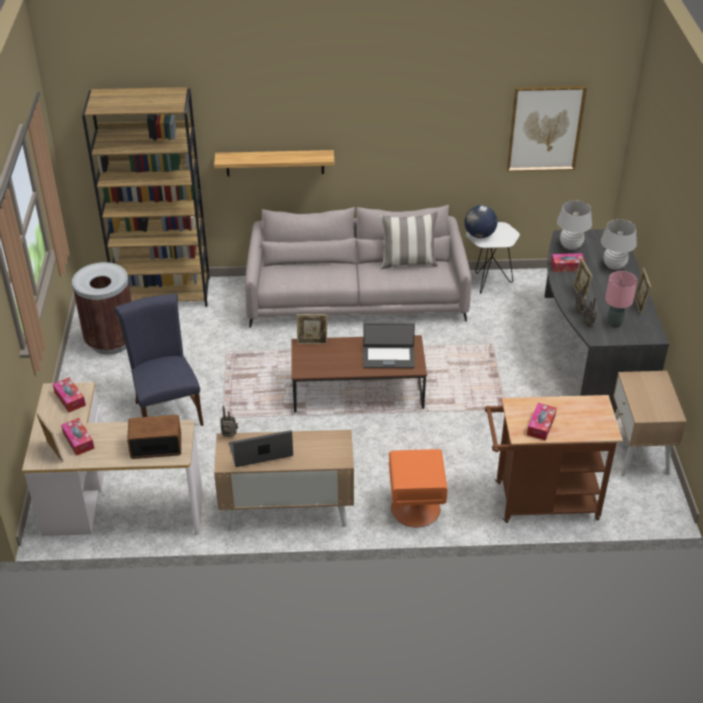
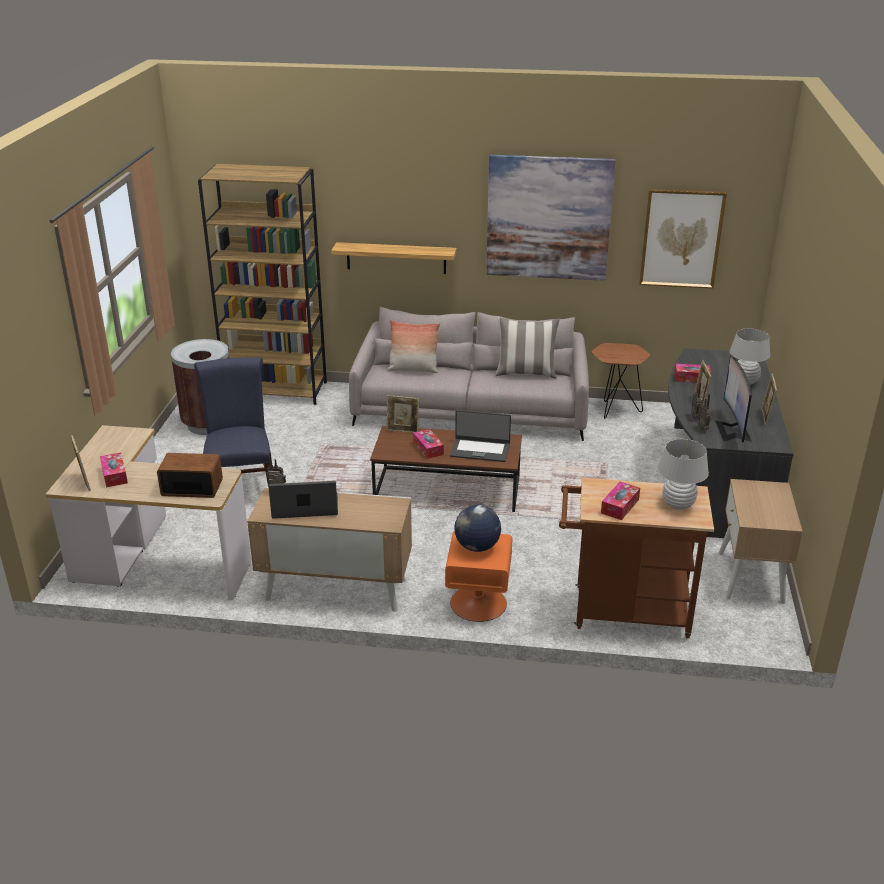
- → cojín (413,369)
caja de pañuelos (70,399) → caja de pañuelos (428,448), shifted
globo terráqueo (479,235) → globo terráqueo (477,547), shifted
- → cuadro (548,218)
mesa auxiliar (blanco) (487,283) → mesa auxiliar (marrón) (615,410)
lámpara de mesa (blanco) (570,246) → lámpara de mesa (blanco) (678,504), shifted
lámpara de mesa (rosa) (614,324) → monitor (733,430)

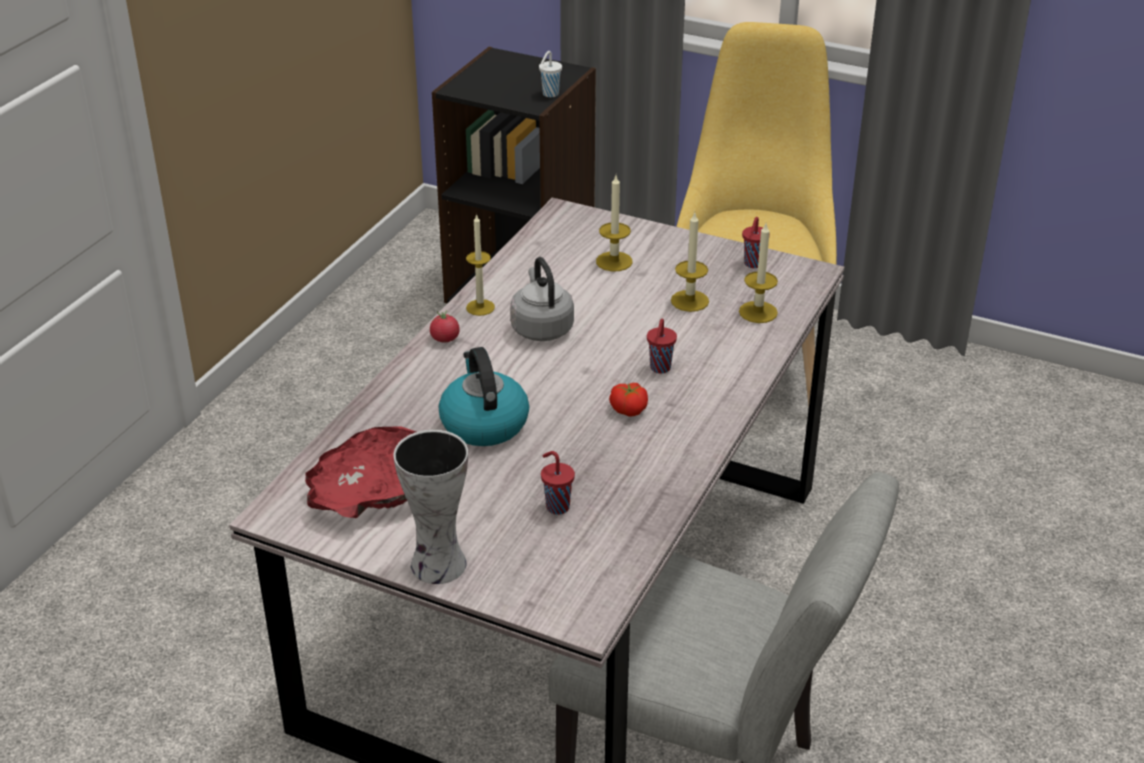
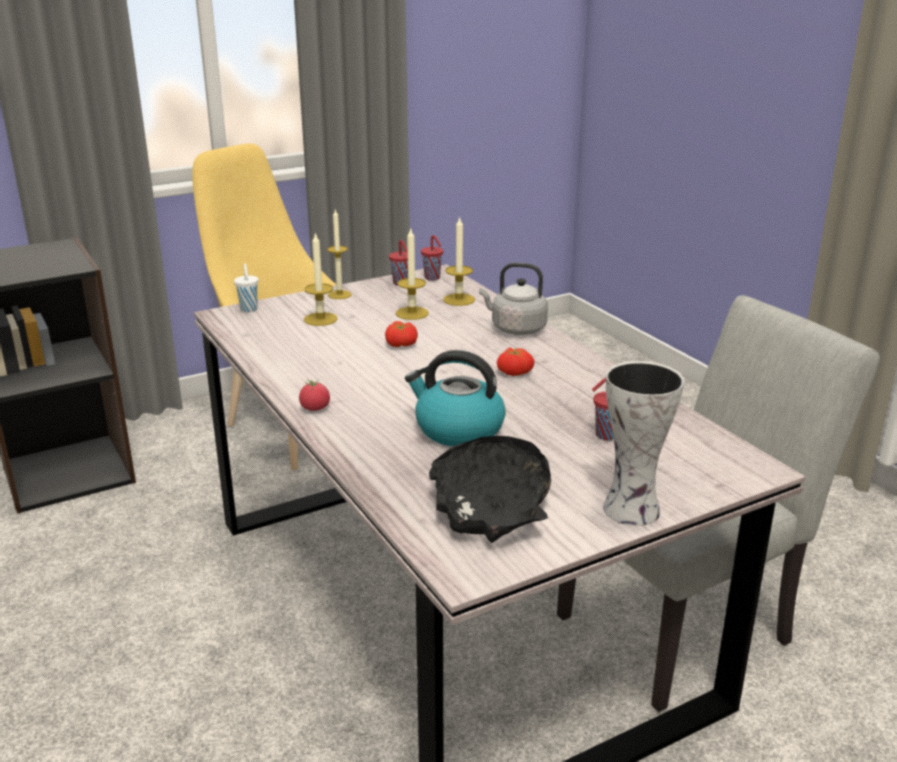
taza (blanco) (550,94) → taza (blanco) (249,309), shifted
vela (480,307) → vela (339,294), shifted
- → tomate (400,345)
taza (rojo) (660,368) → taza (rojo) (433,278), shifted
cuenco (rojo) (374,490) → cuenco (negro) (492,507)
hervidor (gris) (541,327) → hervidor (gris) (515,328), shifted

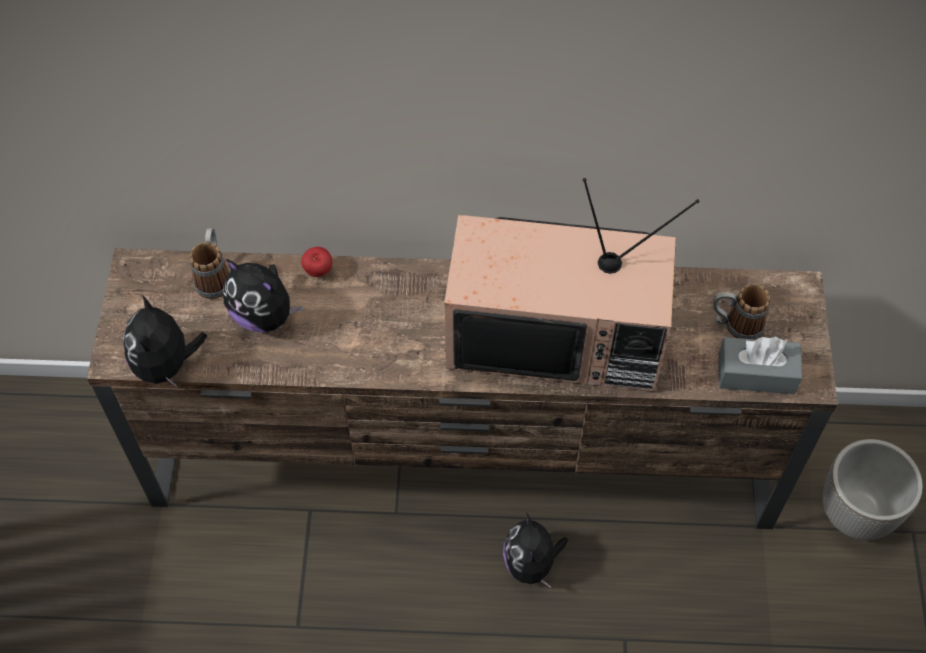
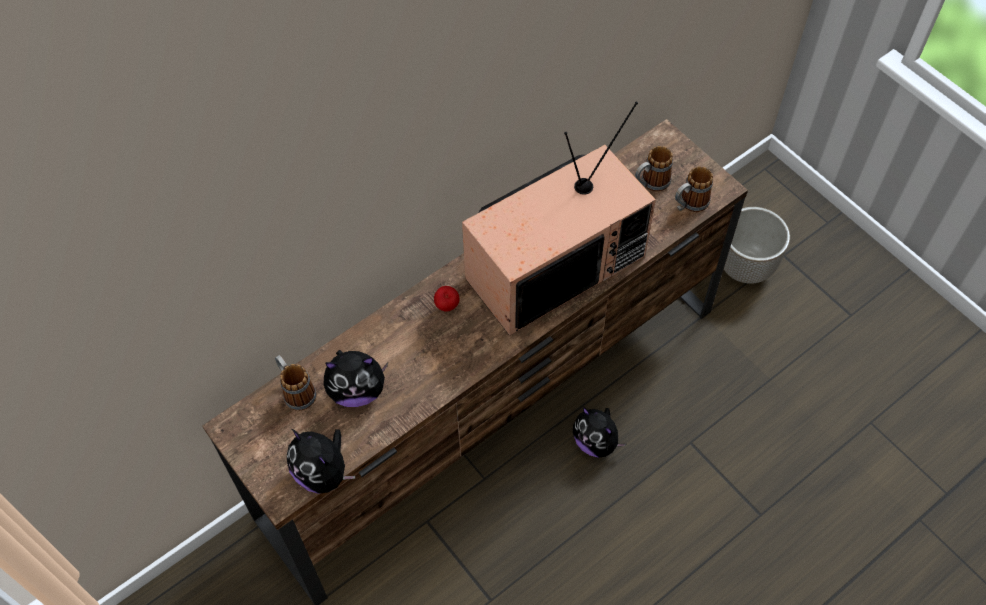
manzana (318,272) → manzana (447,306), shifted
caja de pañuelos (gris) (756,374) → taza grande (689,204)

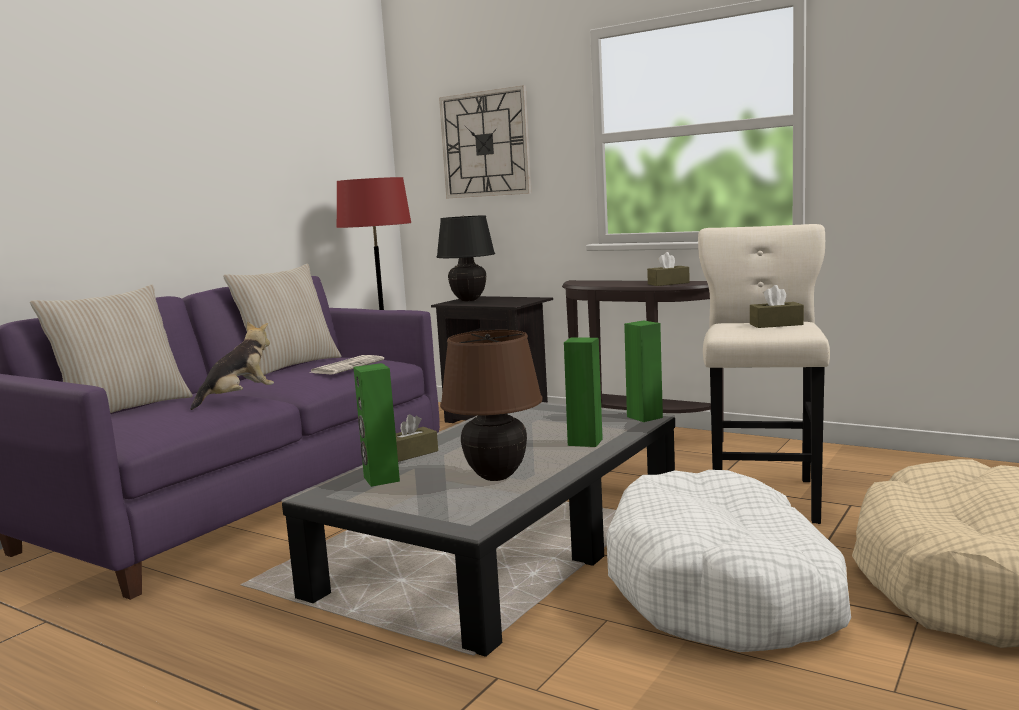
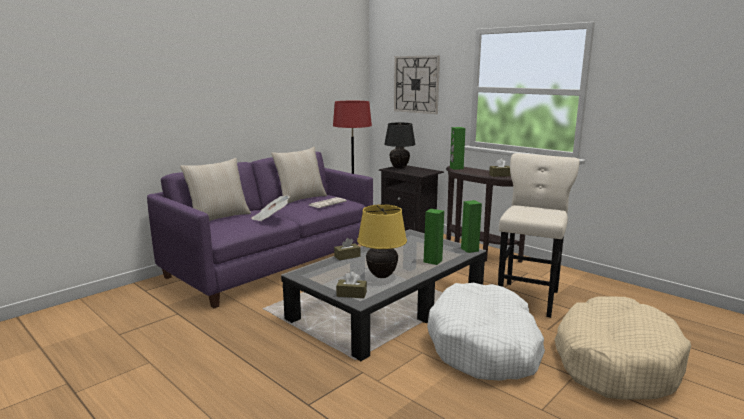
peluche (238,398) → periódico (271,218)
caja de pañuelos (marrón) (776,324) → caja de pañuelos (marrón) (351,294), shifted
lámpara de mesa (marrón) (496,476) → lámpara de mesa (amarillo) (382,275)
altavoz (verde) (381,479) → altavoz (verde) (456,168), shifted

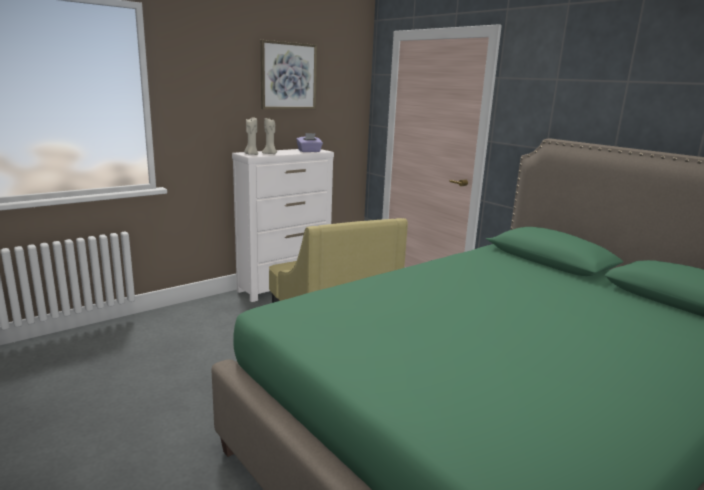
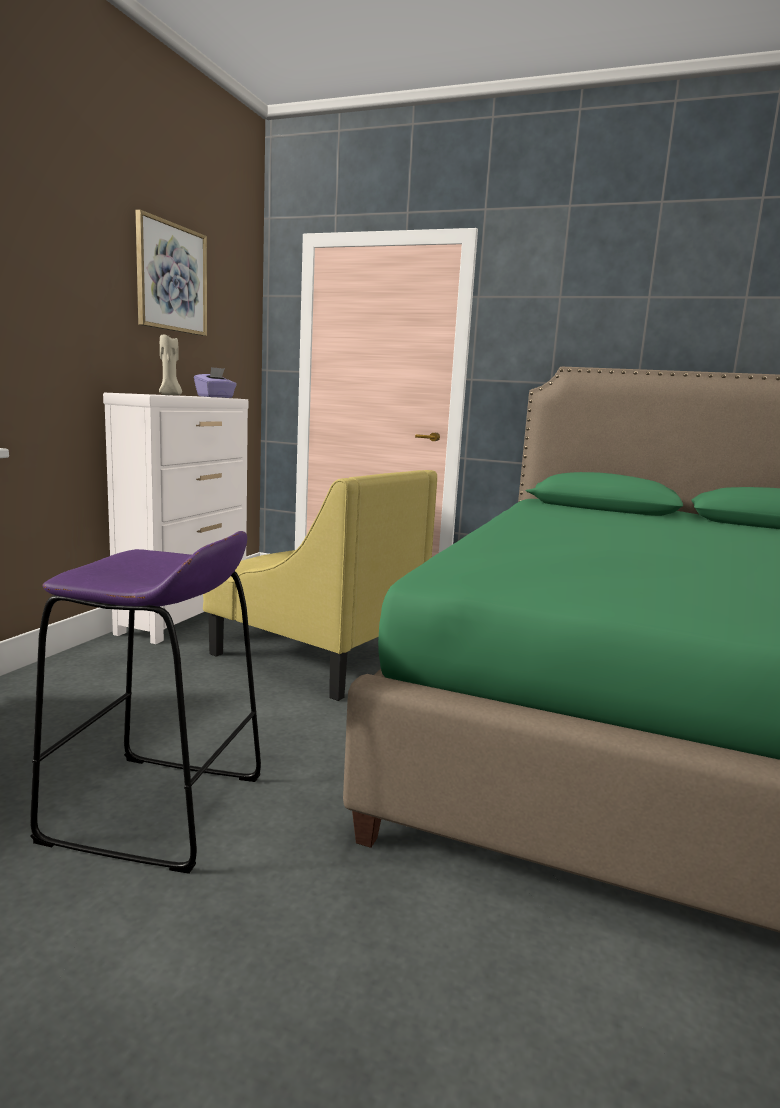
- → taburete (morado) (156,809)
vela (beis) (251,154) → -

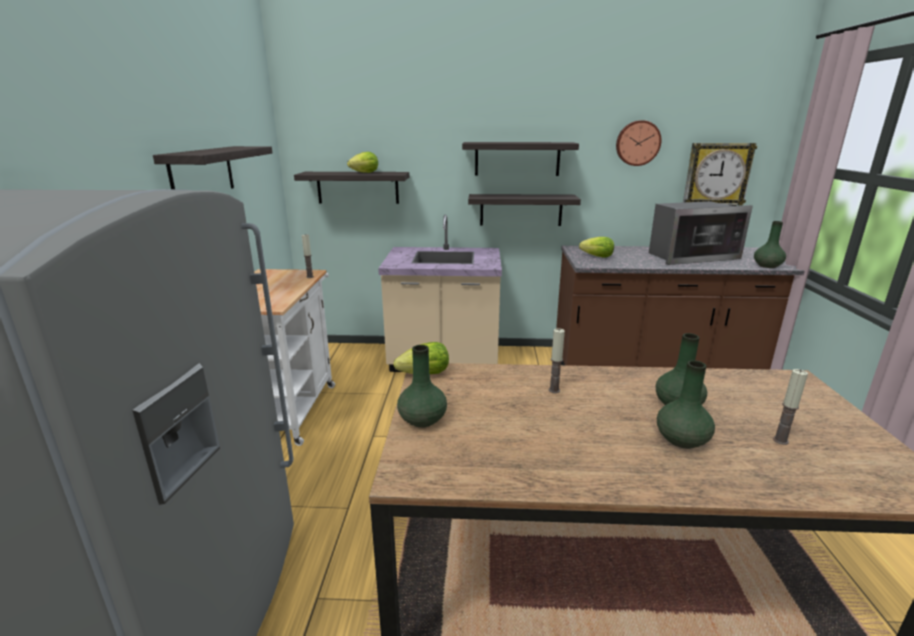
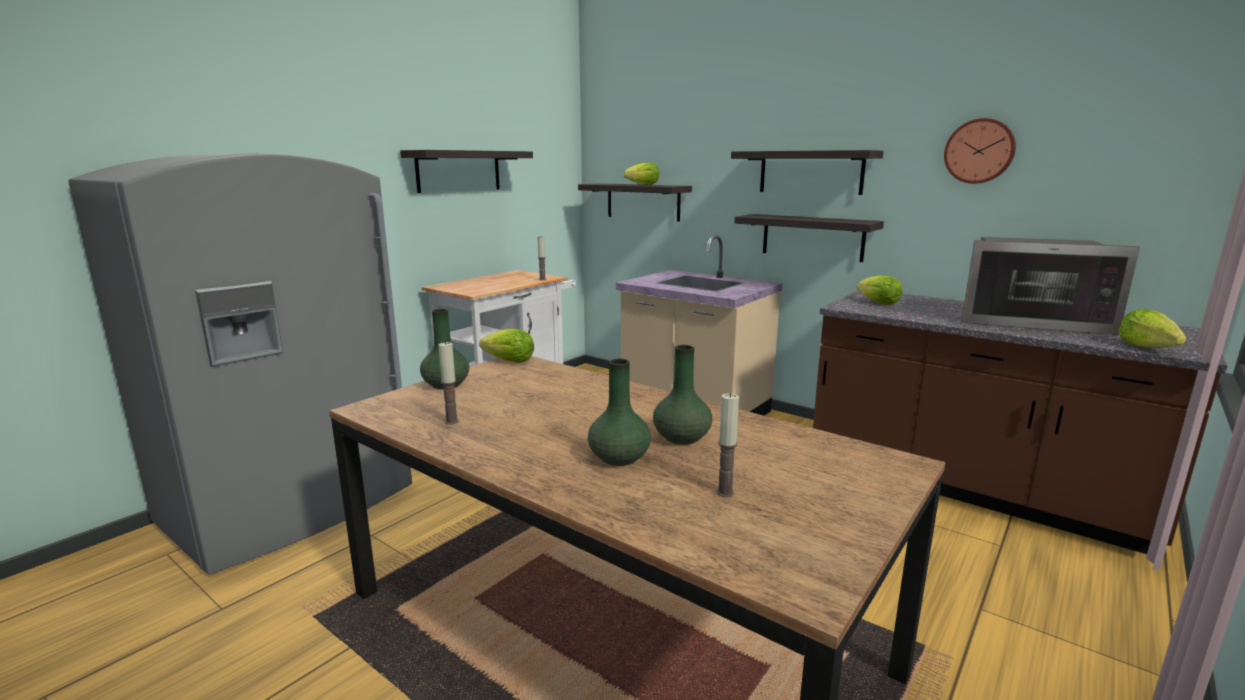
vela (554,390) → vela (451,421), shifted
florero (verde) (767,266) → lechuga (1146,348)
reloj de pared (716,178) → -

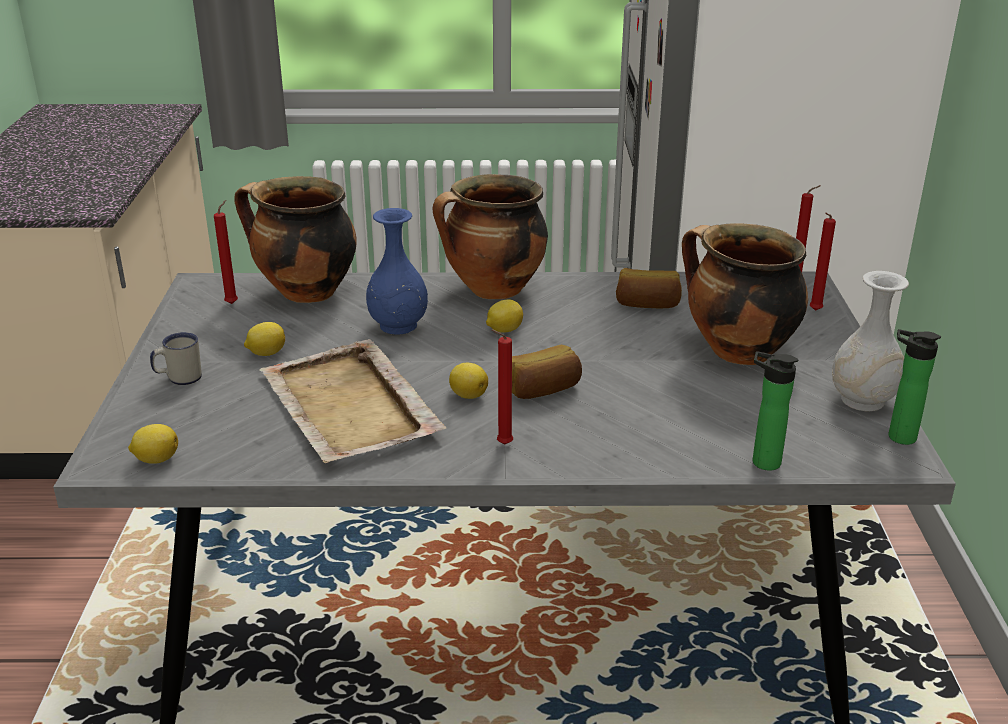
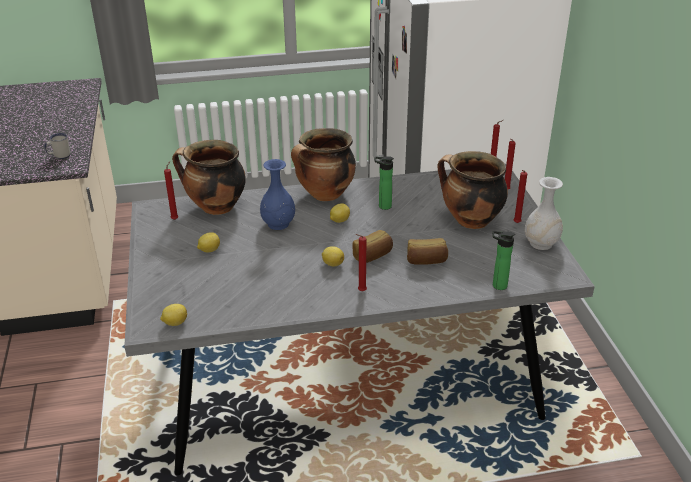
taza grande (blanco) (179,378) → taza grande (blanco) (59,156), shifted
botella (897,436) → botella (383,206), shifted
pan (647,304) → pan (426,261), shifted
- → vela (rojo) (516,223)
bandeja (beis) (350,407) → -

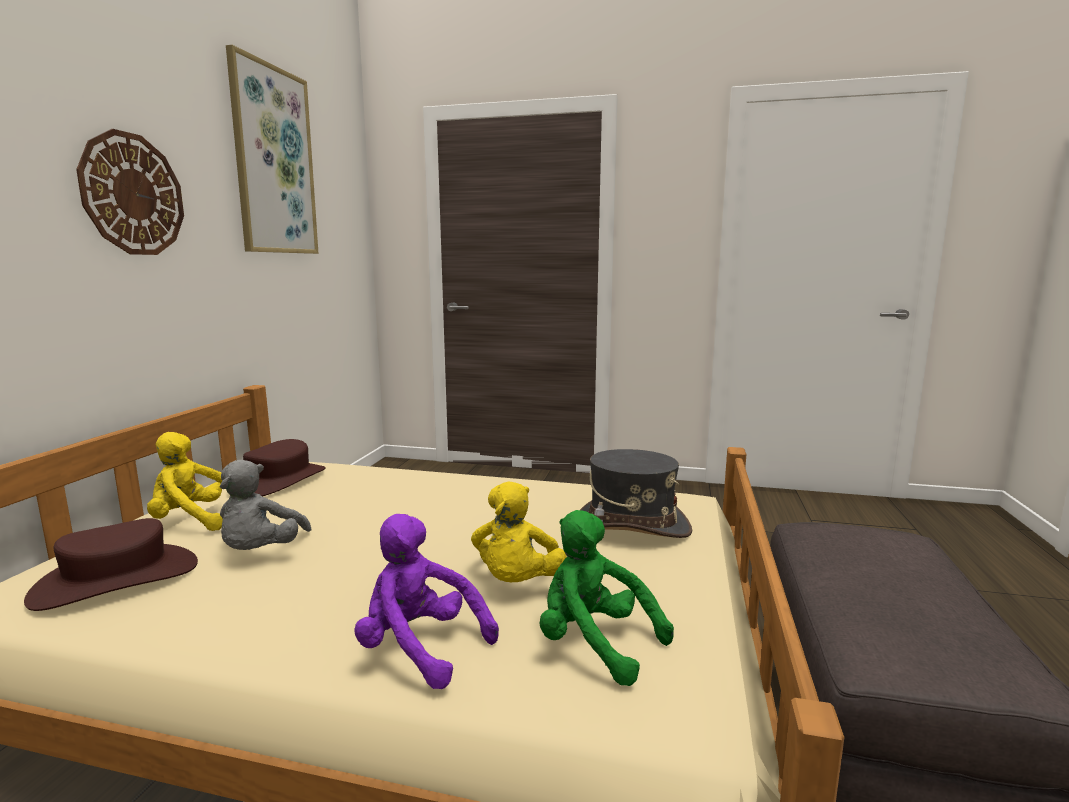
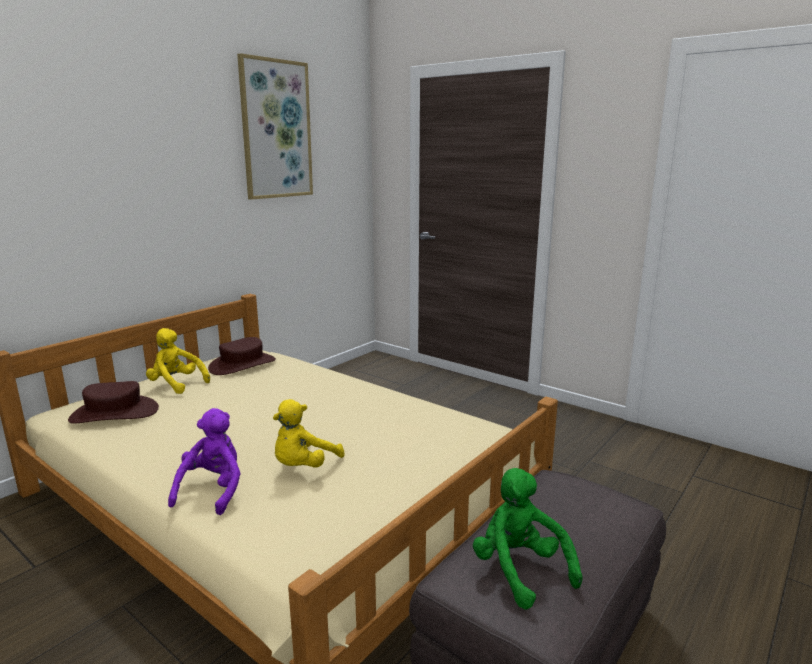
peluche (morado) (420,648) → peluche (morado) (213,490), 45 degrees clockwise
peluche (verde) (594,643) → peluche (verde) (519,570), shifted
reloj de pared (133,194) → -
peluche (gris) (261,552) → -
sombrero (gris) (631,526) → -

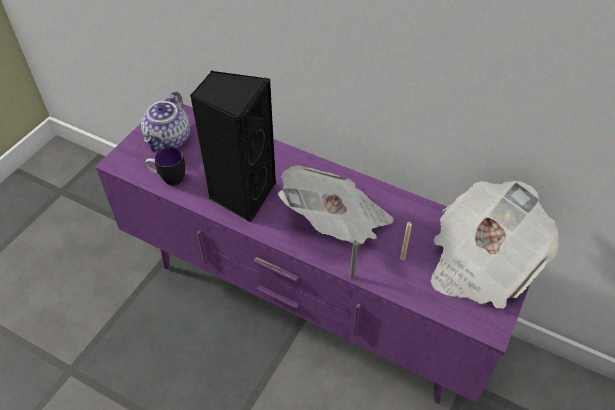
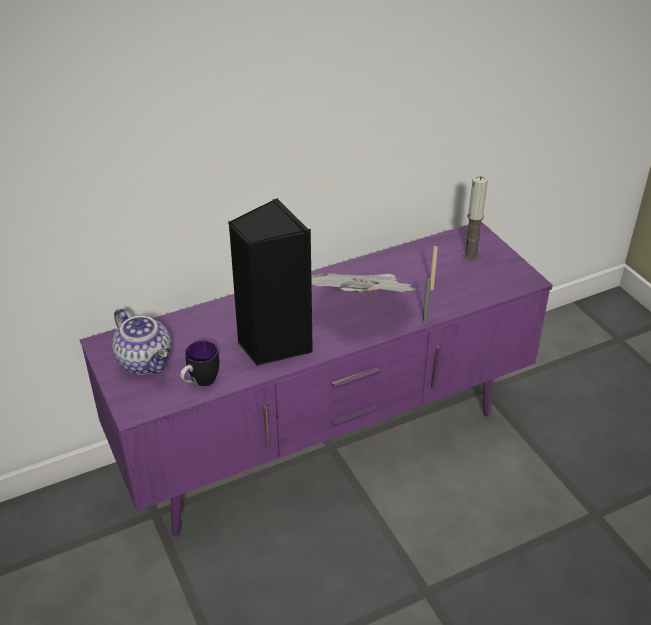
periódico (481,262) → vela (470,255)

